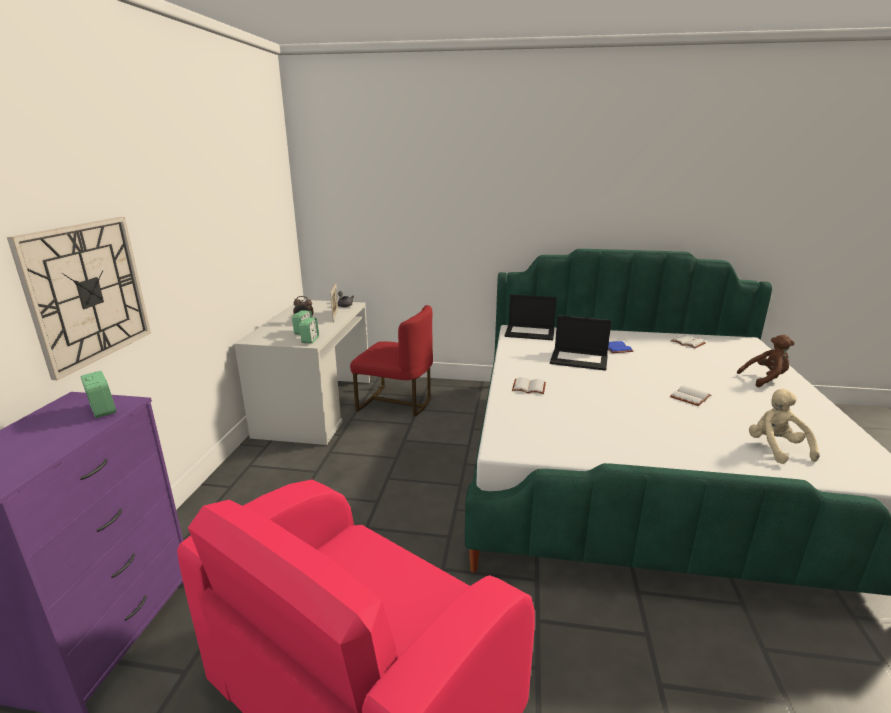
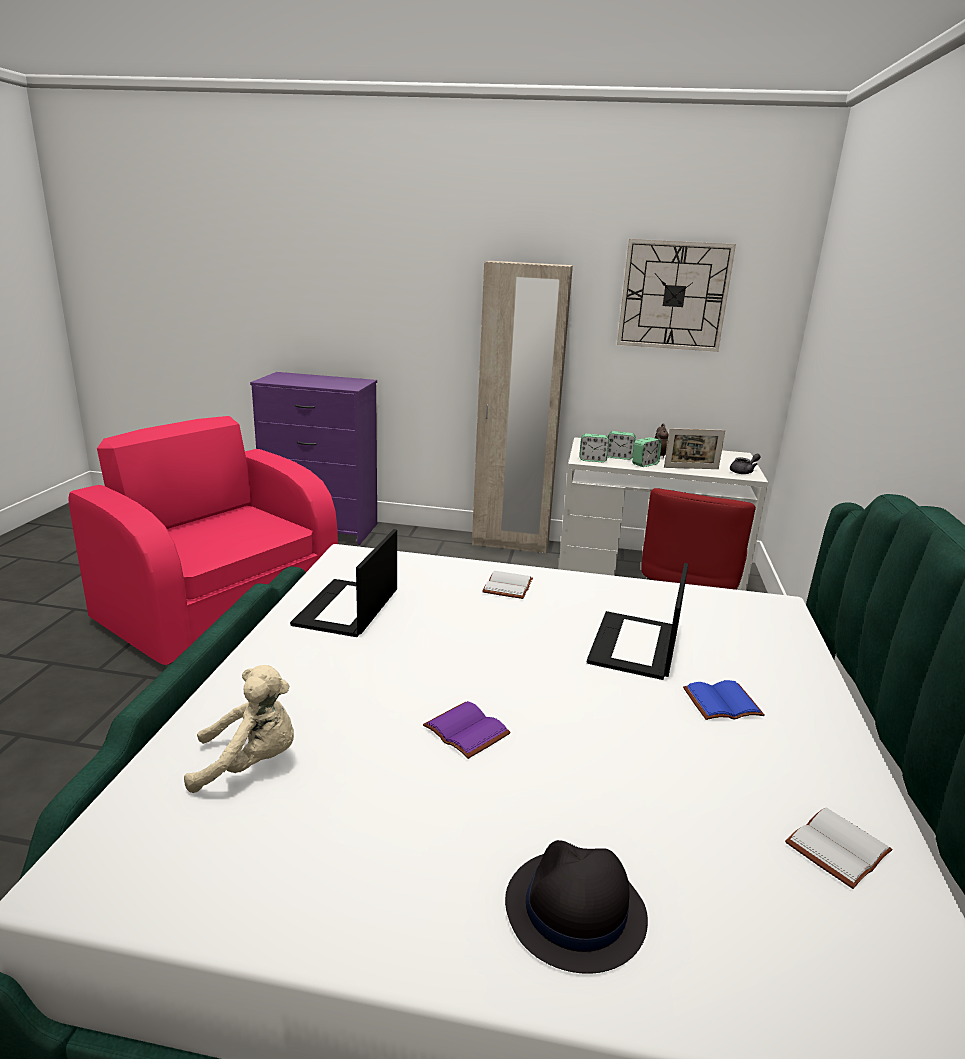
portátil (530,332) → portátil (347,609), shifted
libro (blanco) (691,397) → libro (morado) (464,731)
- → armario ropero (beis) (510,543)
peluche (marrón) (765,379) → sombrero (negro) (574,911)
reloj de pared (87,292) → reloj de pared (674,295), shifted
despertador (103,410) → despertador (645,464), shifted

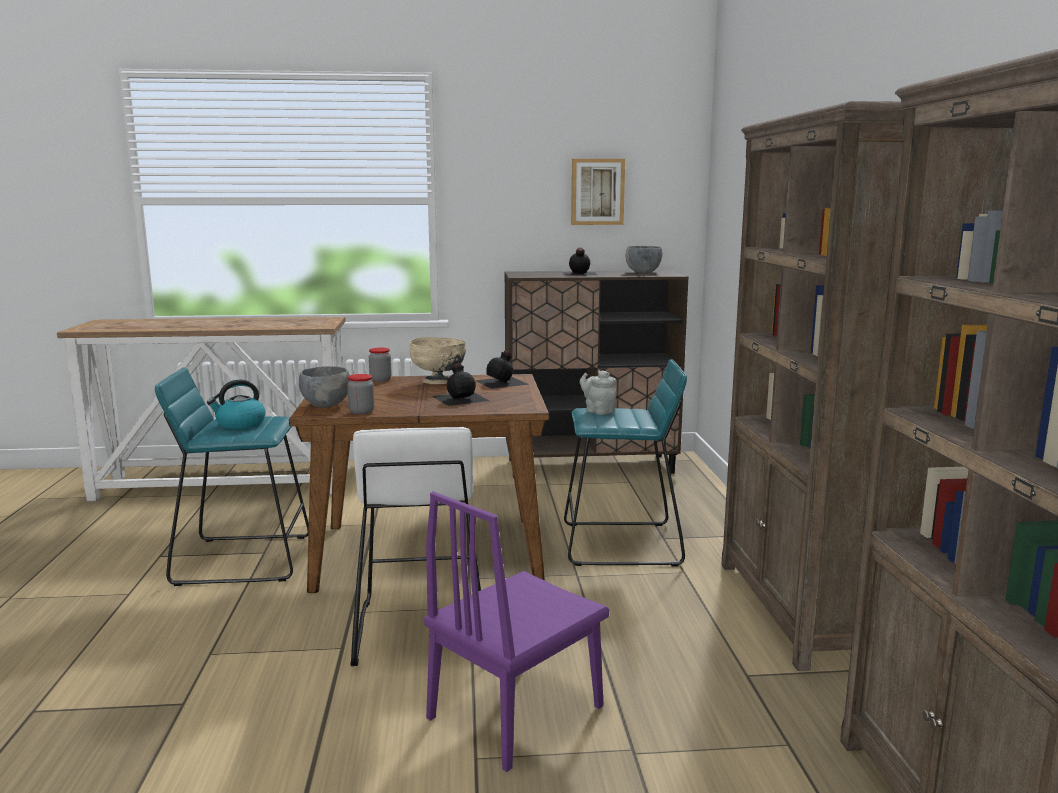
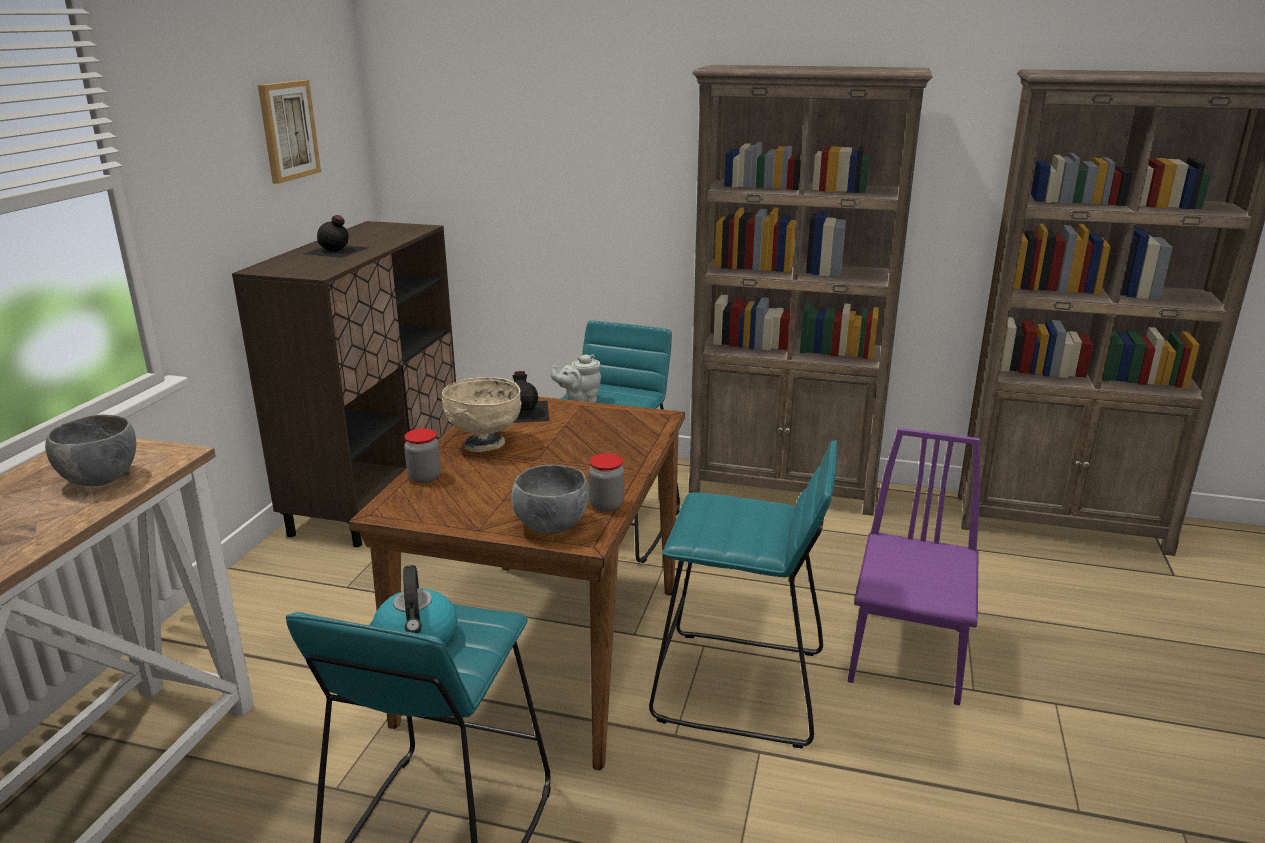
cuenco (gris) (642,272) → cuenco (gris) (99,479), shifted
taburete (blanco) (420,629) → taburete (turquesa) (739,687)
silla (morado) (516,712) → silla (morado) (907,654), 135 degrees counterclockwise
botella (negro) (461,398) → -

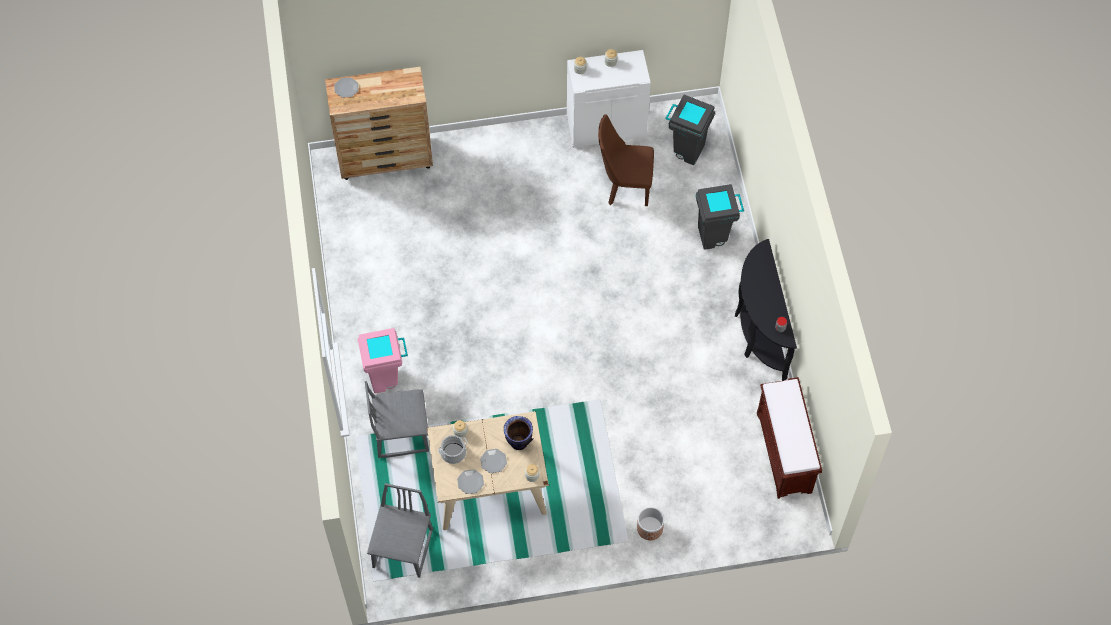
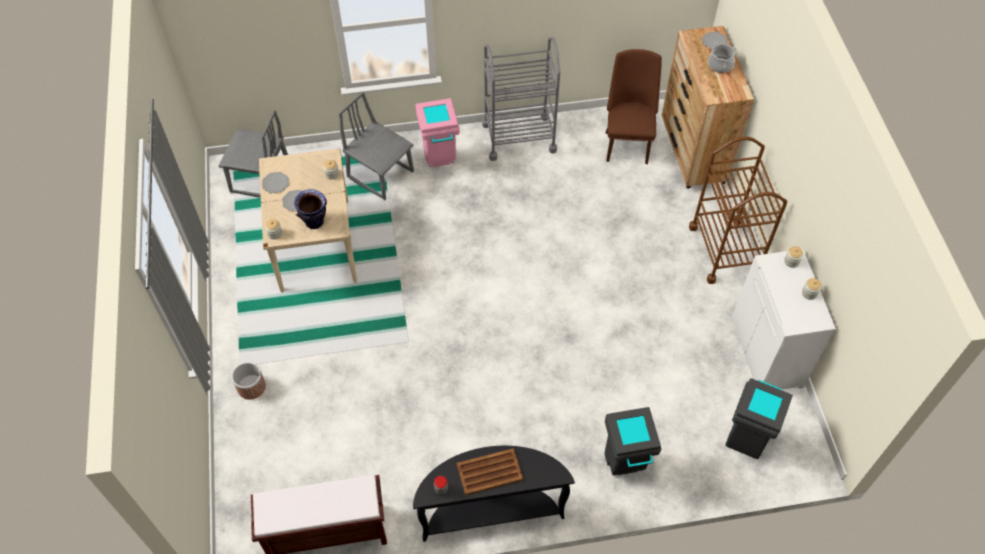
silla (gris) (401,433) → silla (gris) (381,174), 45 degrees counterclockwise
- → bandeja (marrón) (489,472)
- → carrito (gris) (519,137)
silla (marrón) (624,187) → silla (marrón) (627,144), shifted
- → carrito (marrón) (724,250)
olla (453,453) → olla (720,65), shifted

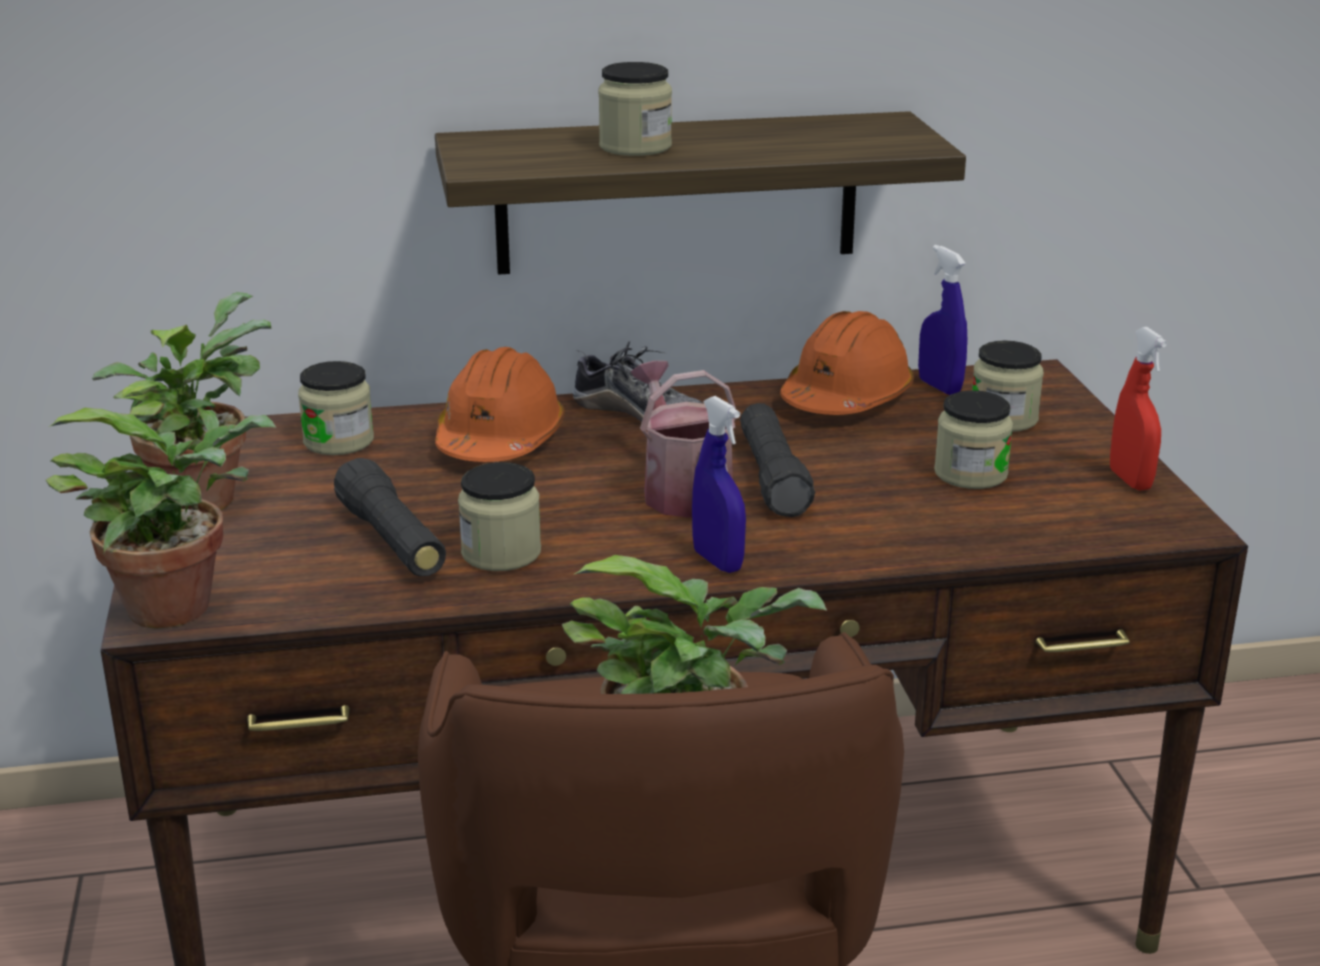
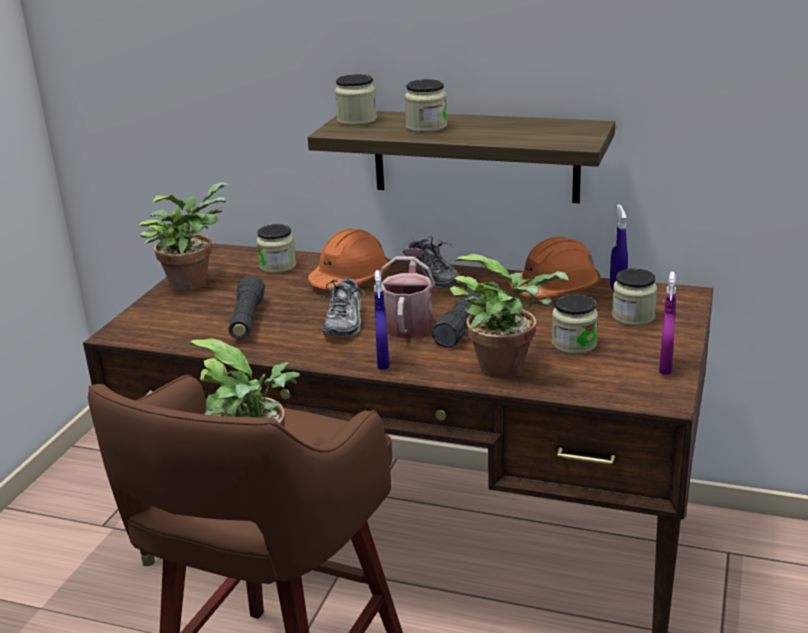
- → zapato (344,322)
tarro (501,553) → tarro (357,120), shifted
planta en maceta (181,606) → planta en maceta (508,367), shifted
pulverizador (rojo) (1130,480) → pulverizador (morado) (665,367)

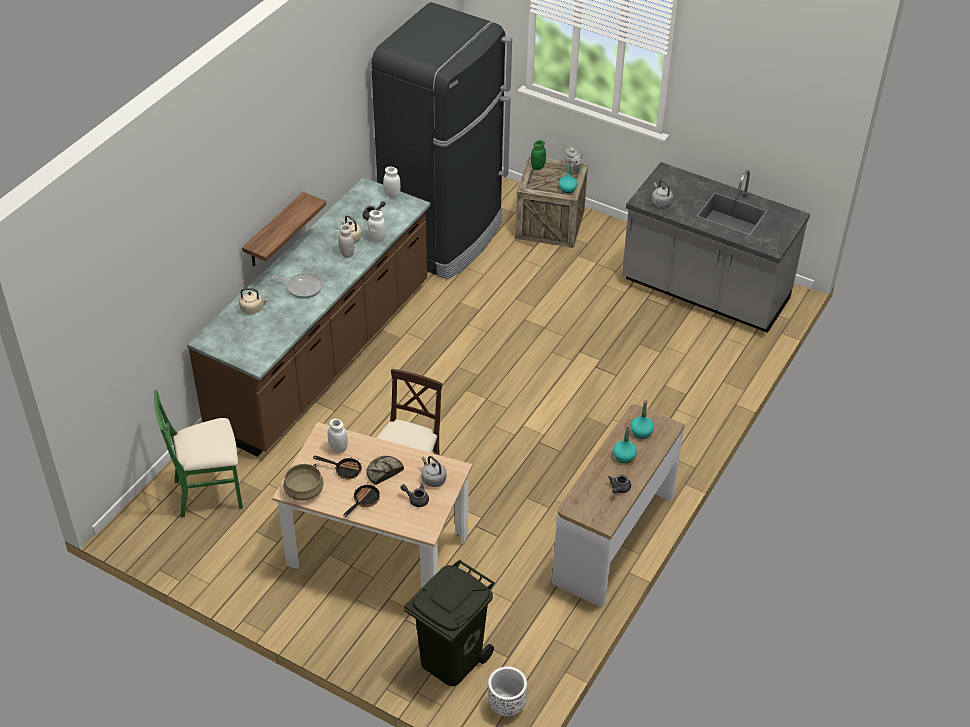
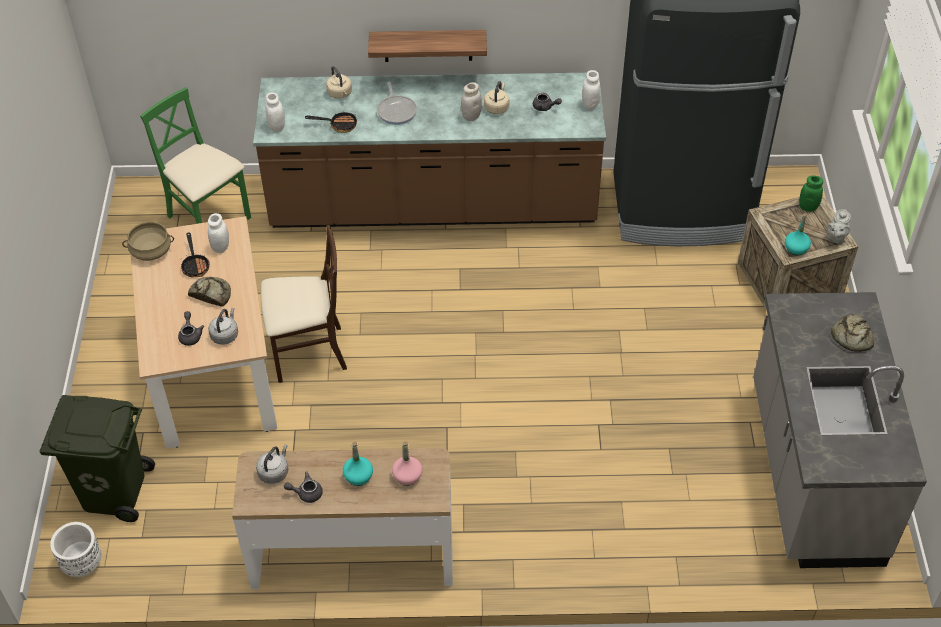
hervidor (gris) (660,202) → hervidor (gris) (274,472), shifted
tarro (blanco) (377,238) → tarro (blanco) (276,127), shifted
sartén (364,501) → sartén (339,125), shifted
botella (turquesa) (641,432) → botella (rosa) (407,476)
- → pan (851,337)

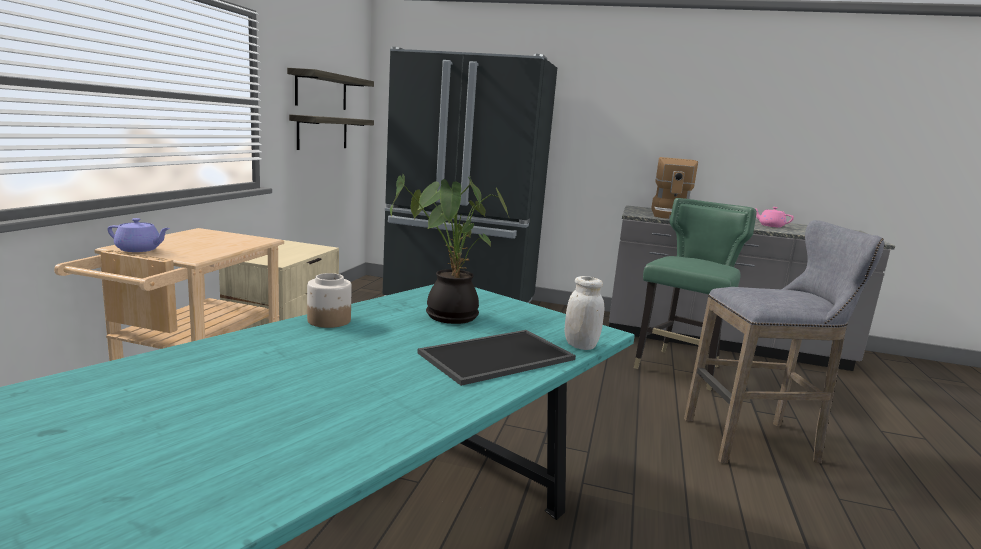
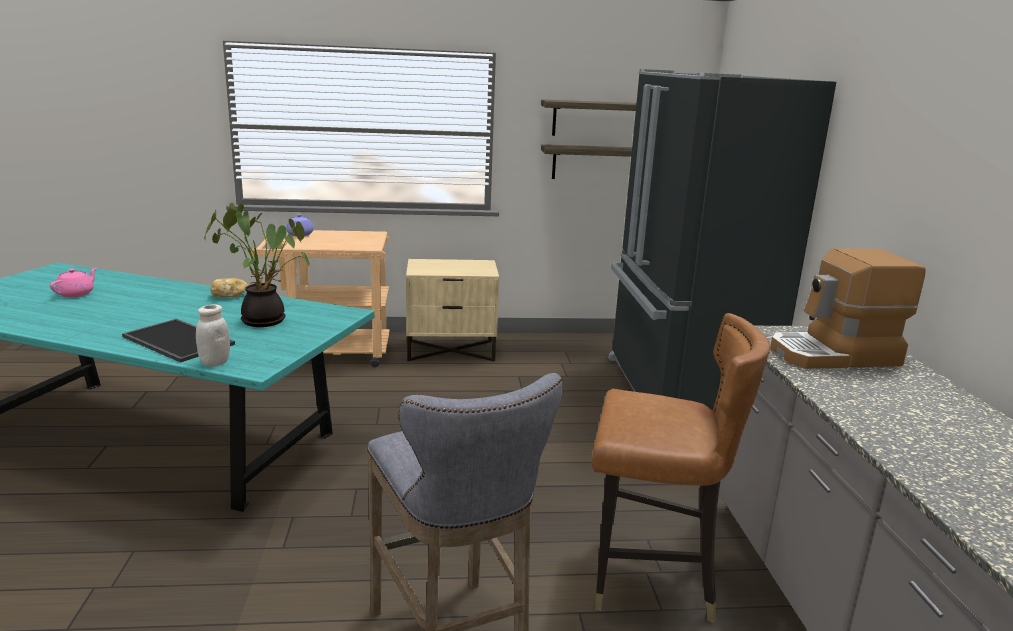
tetera (rosa) (770,226) → tetera (rosa) (76,294), shifted
tarro (328,320) → pan (229,296)
silla (verde) (680,369) → silla (marrón) (651,579)

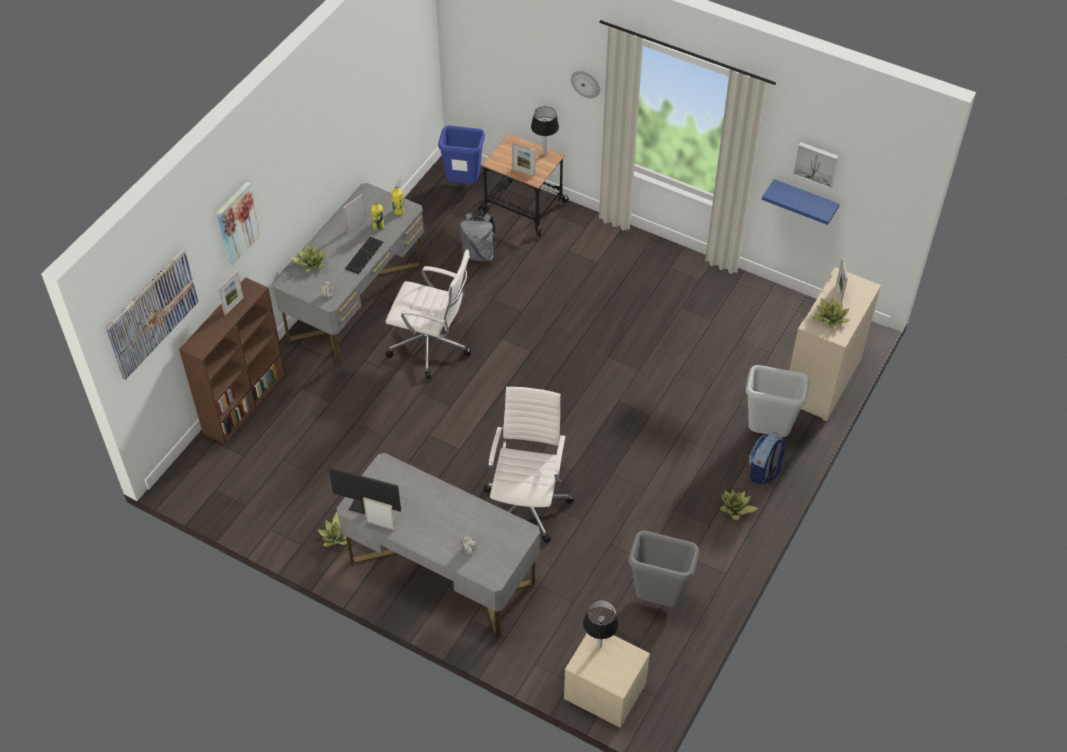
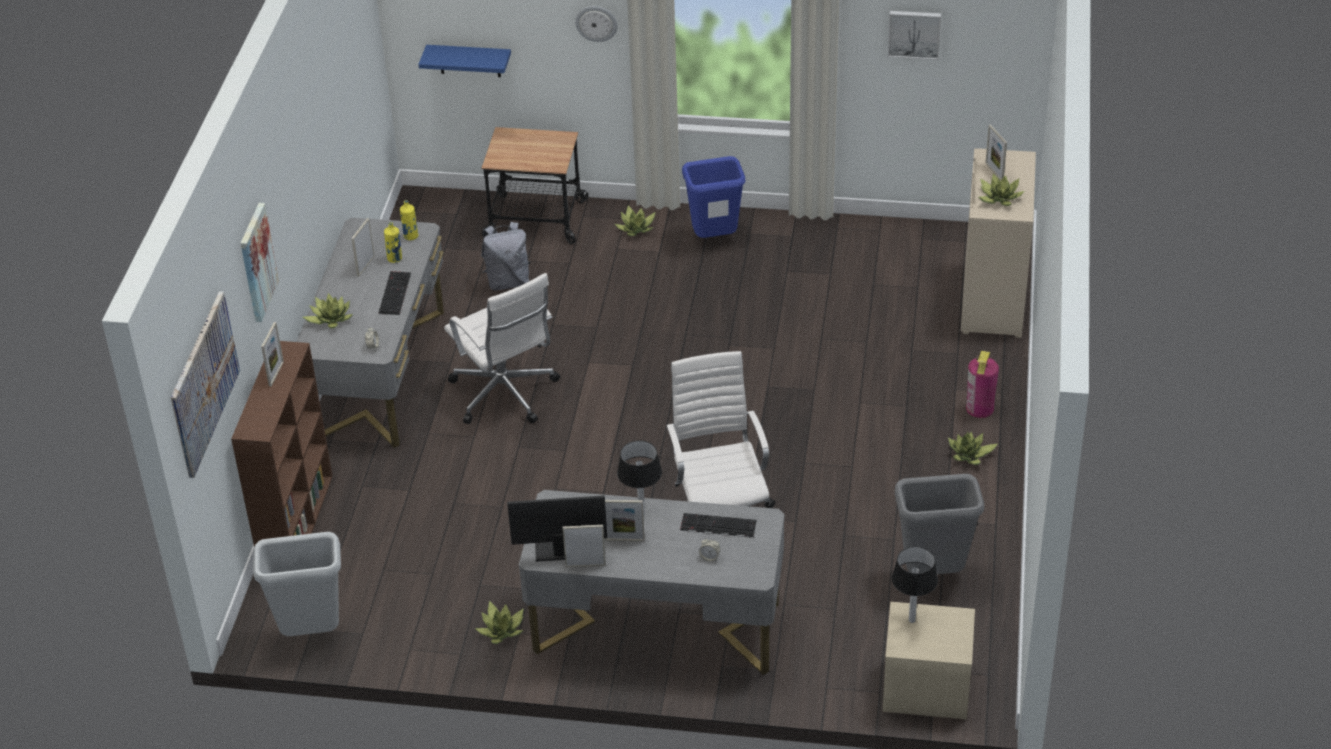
papelera (gris) (767,433) → papelera (gris) (311,634), shifted
estante (azul) (804,201) → estante (azul) (469,60), shifted
silla de oficina (blanco) (431,346) → silla de oficina (blanco) (505,394), 60 degrees clockwise
portarretratos (523,172) → portarretratos (624,540), shifted
- → planta en maceta (636,228)
lámpara de mesa (544,153) → lámpara de mesa (641,514), shifted
- → teclado (717,526)
papelera (azul) (464,184) → papelera (azul) (715,239), shifted
mochila (764,471) → extintor (980,408)

